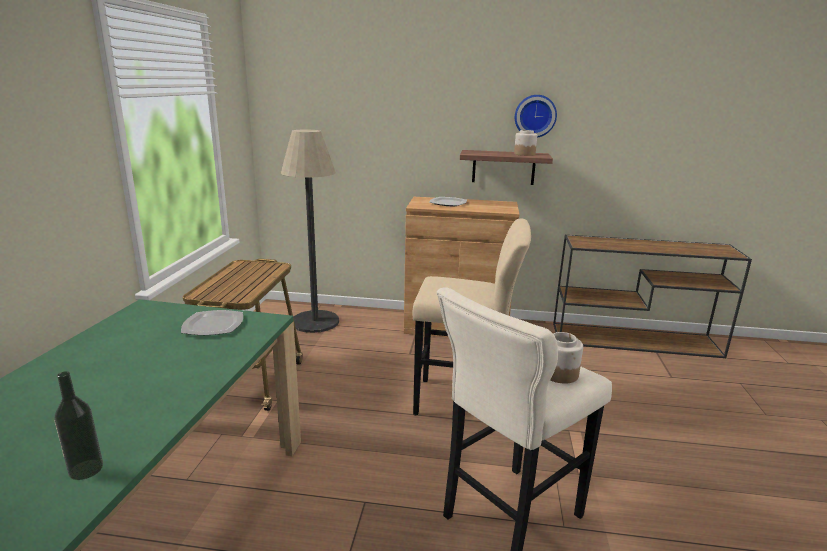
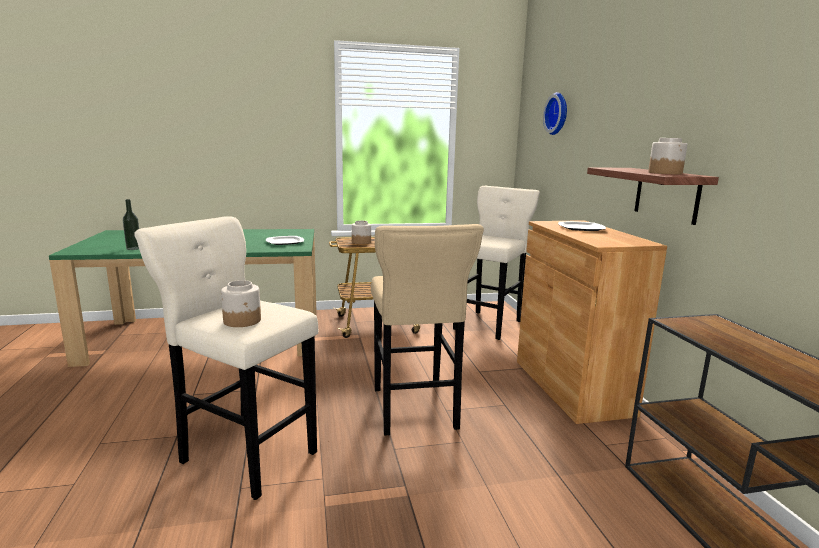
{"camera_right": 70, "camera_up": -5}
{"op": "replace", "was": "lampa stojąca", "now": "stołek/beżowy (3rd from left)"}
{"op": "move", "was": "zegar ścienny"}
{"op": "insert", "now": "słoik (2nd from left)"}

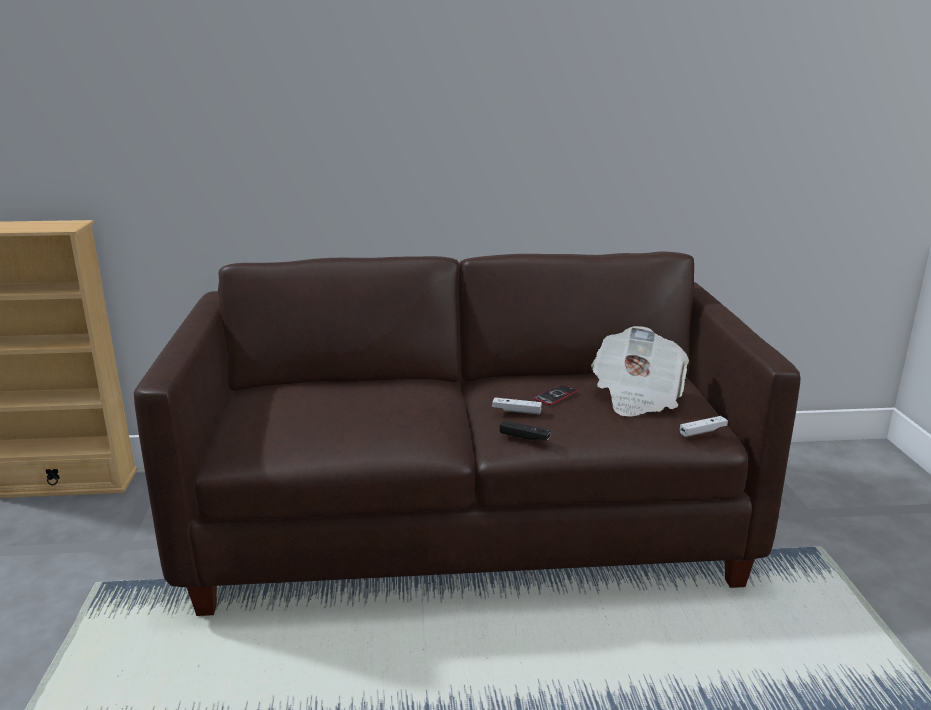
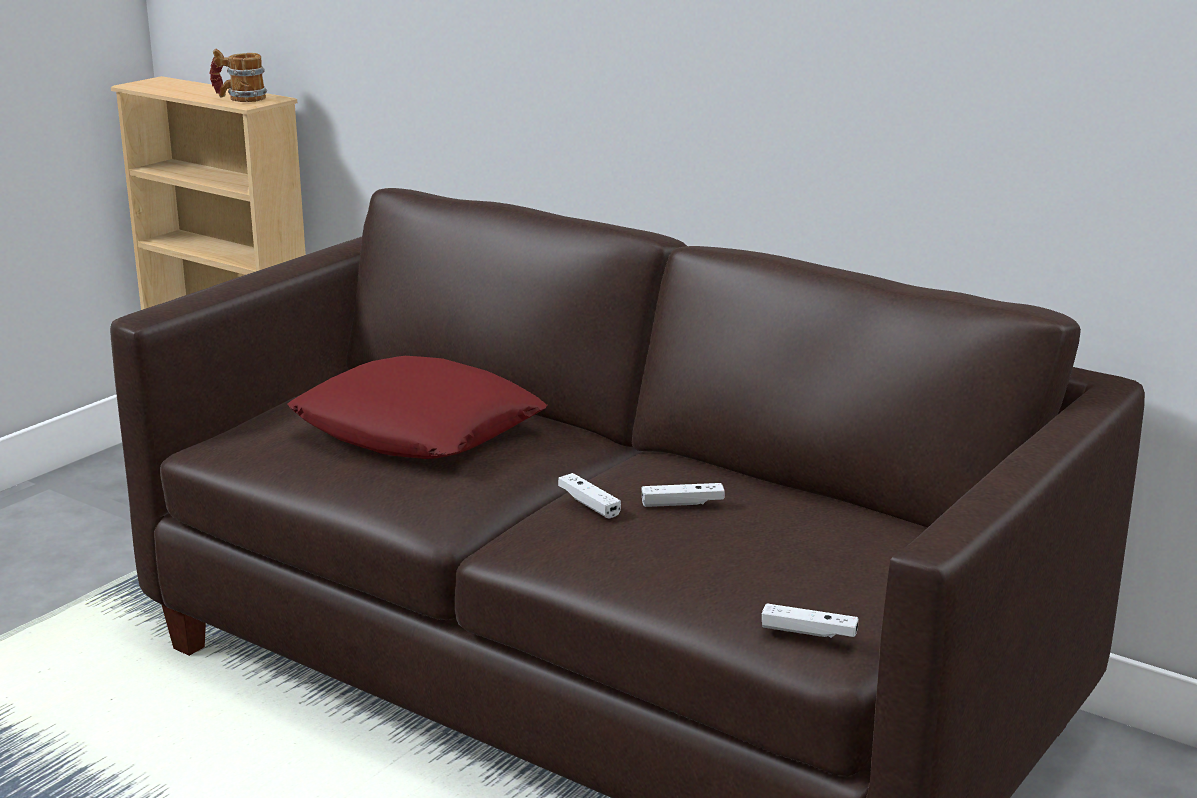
{"camera_right": 40, "camera_up": 0}
{"op": "delete", "was": "pad do gier/czarny"}
{"op": "replace", "was": "telefon", "now": "pad do gier/biały (2nd from left)"}
{"op": "delete", "was": "gazeta"}
{"op": "insert", "now": "kubek"}
{"op": "insert", "now": "poduszka/czerwony"}

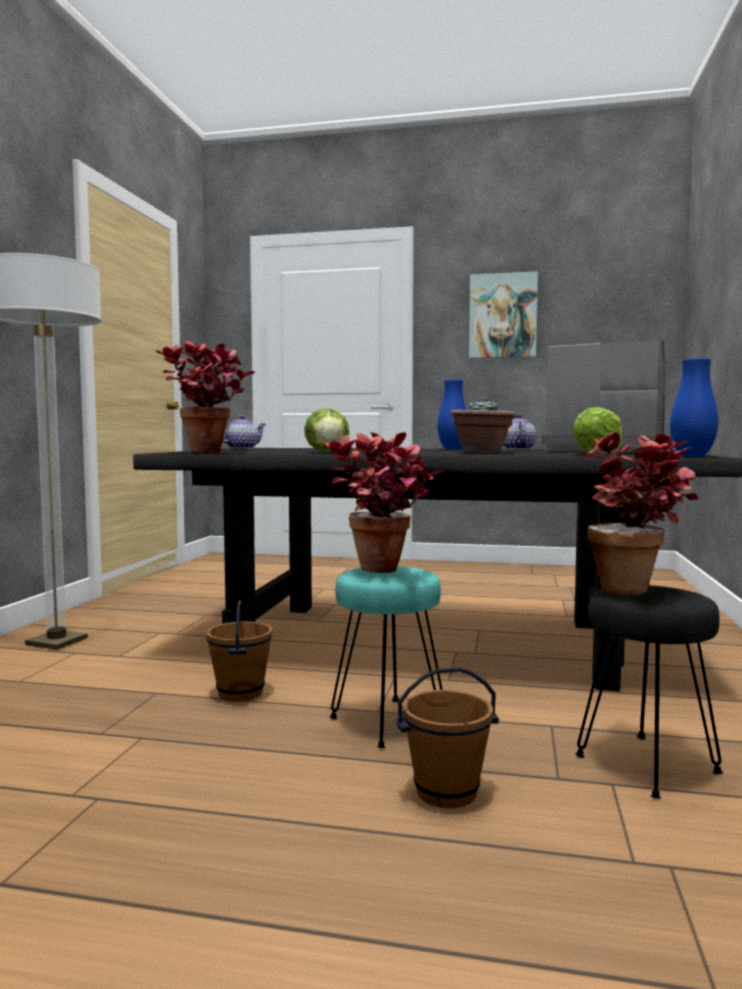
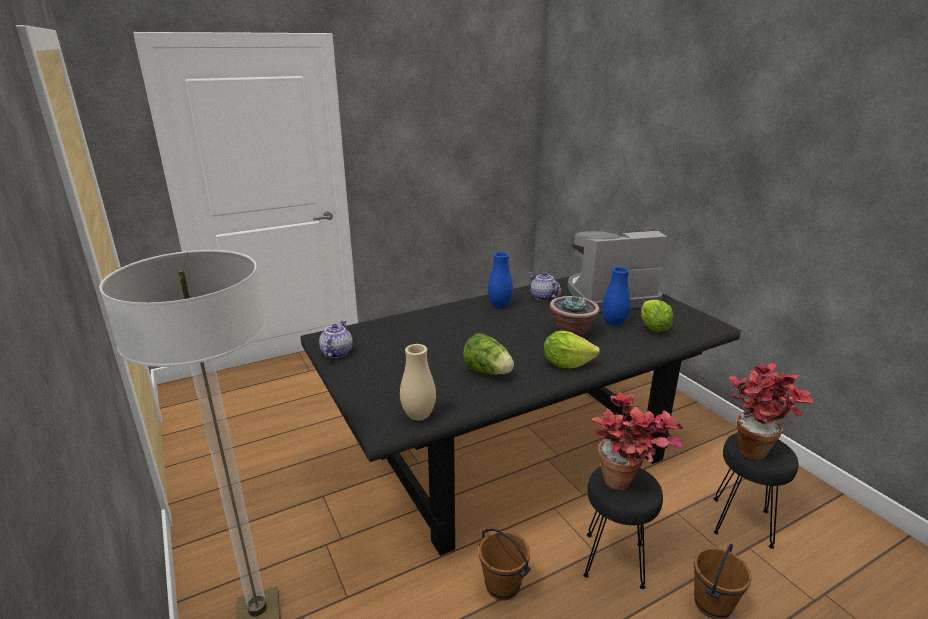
{"camera_right": -40, "camera_up": 20}
{"op": "replace", "was": "roślina doniczkowa (1st from left)", "now": "wazon/beżowy"}
{"op": "recolor", "was": "stołek/turkusowy", "now": "stołek/czarny (1st from left)"}
{"op": "delete", "was": "obraz"}
{"op": "move", "was": "wazon/niebieski (2nd from left)"}
{"op": "insert", "now": "sałata (2nd from left)"}

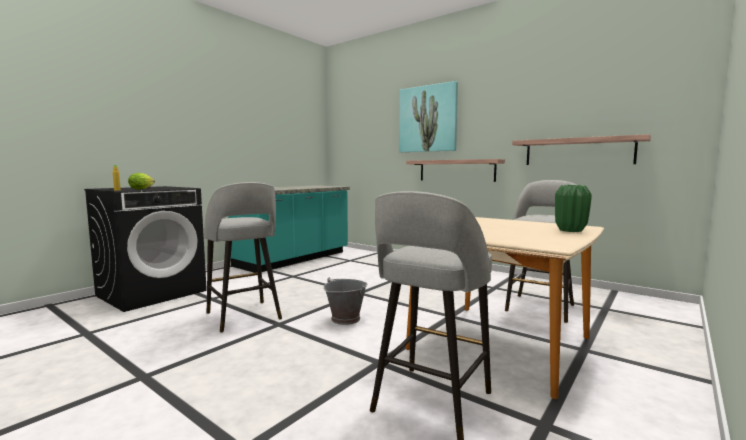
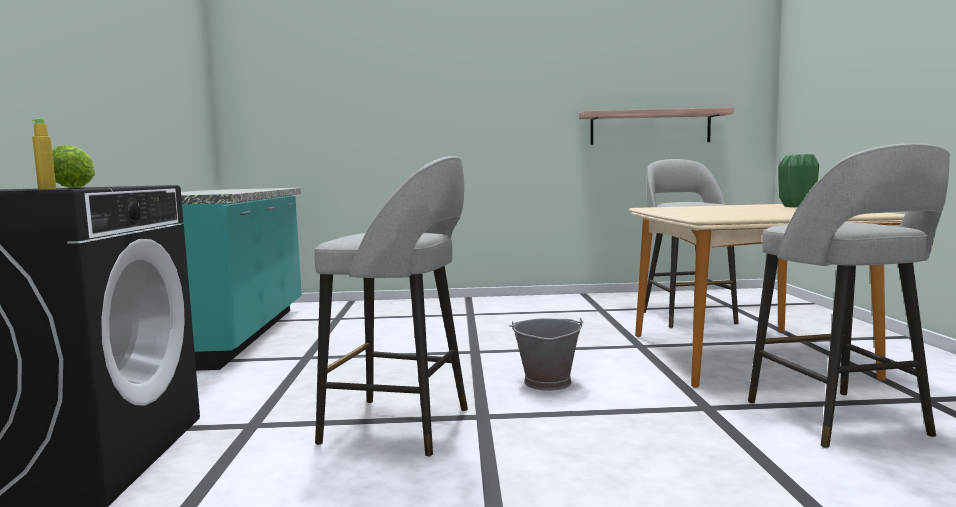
{"camera_right": -40, "camera_up": 0}
{"op": "delete", "was": "obraz"}
{"op": "delete", "was": "półka (1st from left)"}

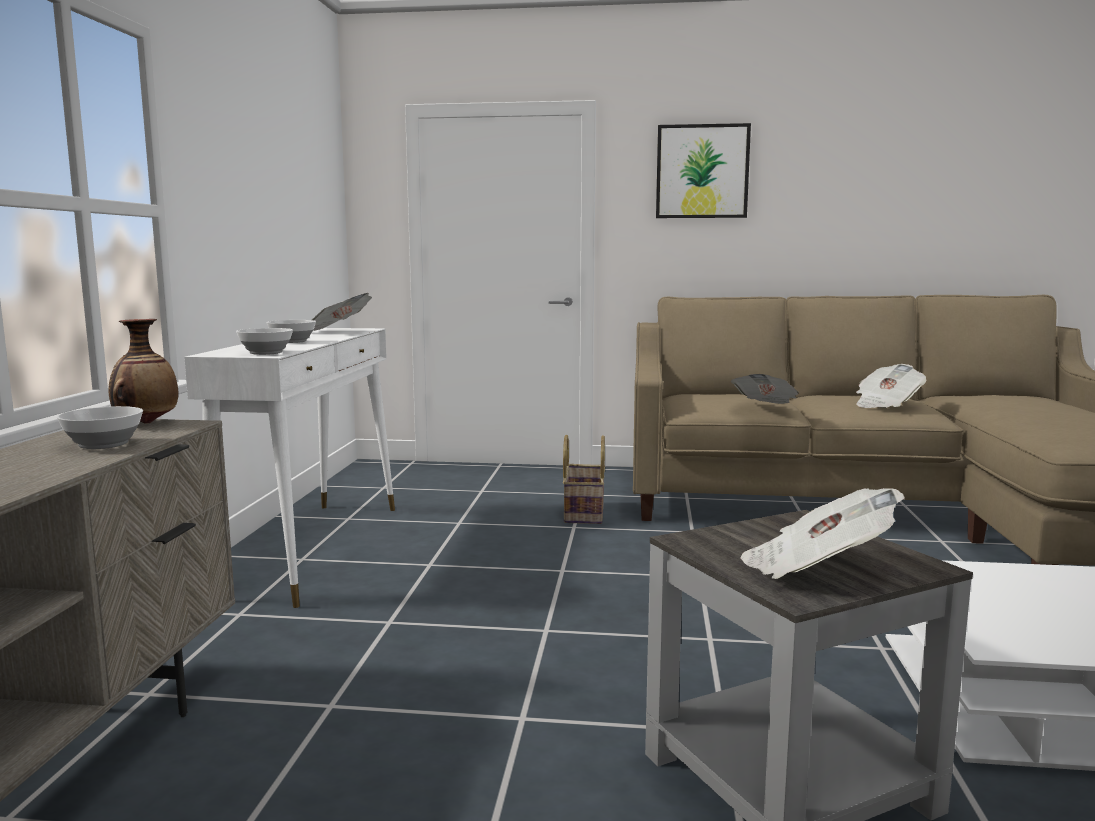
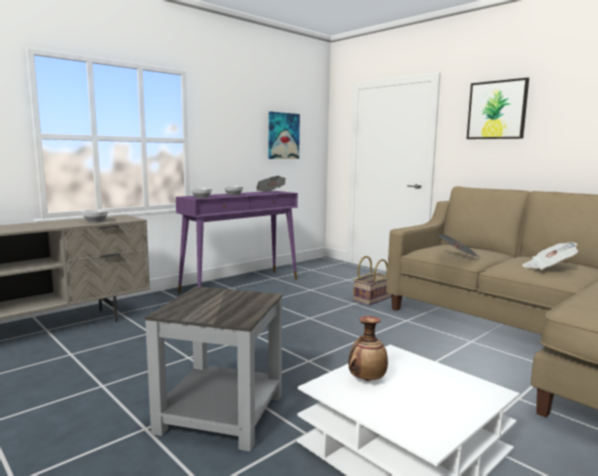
{"camera_right": 40, "camera_up": 0}
{"op": "move", "was": "wazon"}
{"op": "recolor", "was": "stolik konsolowy/biały", "now": "stolik konsolowy/fioletowy"}
{"op": "delete", "was": "gazeta (3rd from left)"}
{"op": "insert", "now": "obraz (1st from left)"}

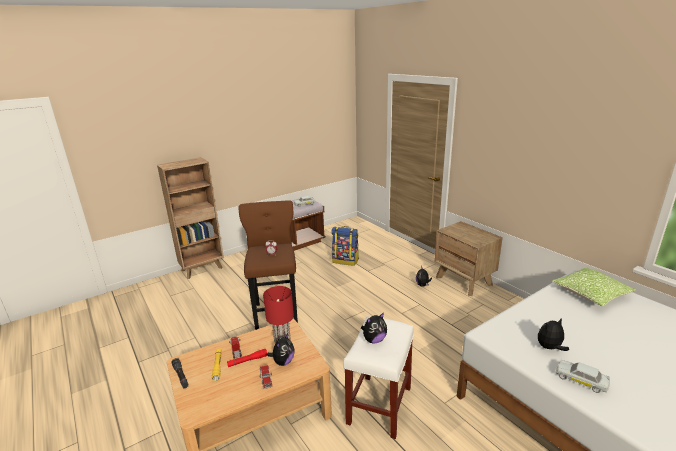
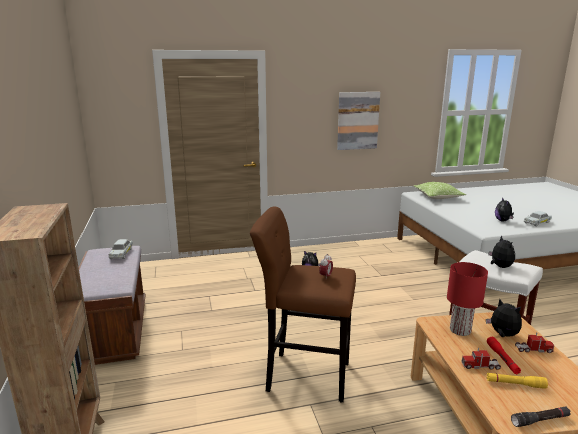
{"camera_right": -70, "camera_up": -5}
{"op": "delete", "was": "plecak"}
{"op": "delete", "was": "szafka nocna/brązowy"}
{"op": "insert", "now": "obraz"}

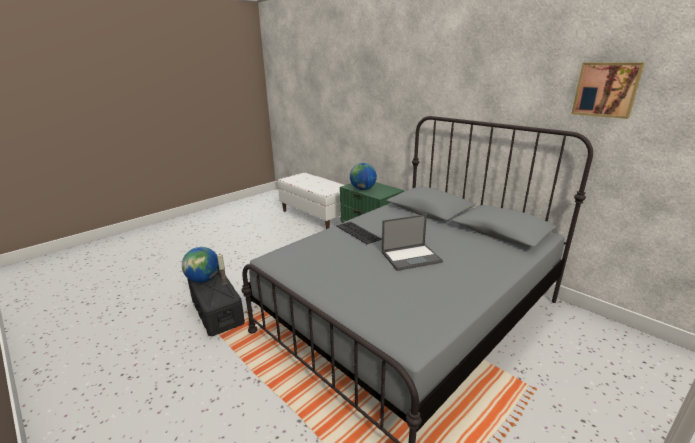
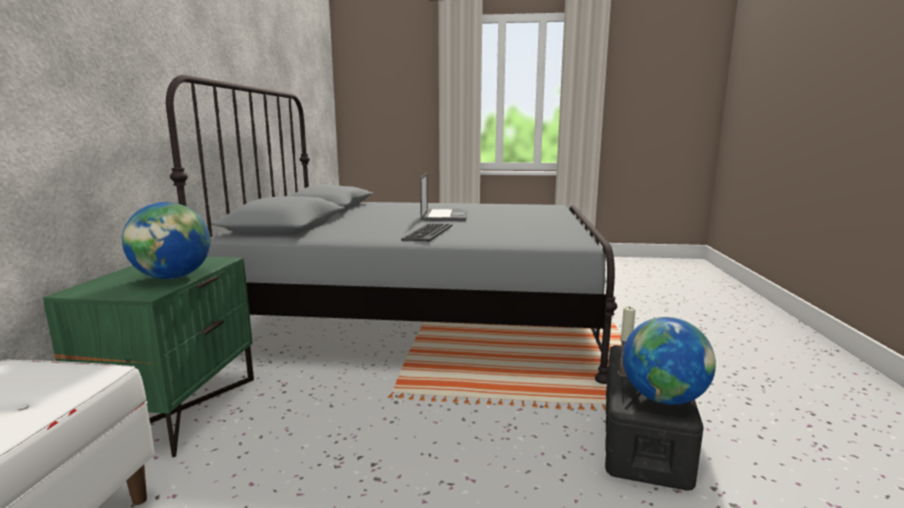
{"camera_right": -130, "camera_up": -10}
{"op": "rotate", "was": "laptop", "clockwise": 60}
{"op": "delete", "was": "obraz"}

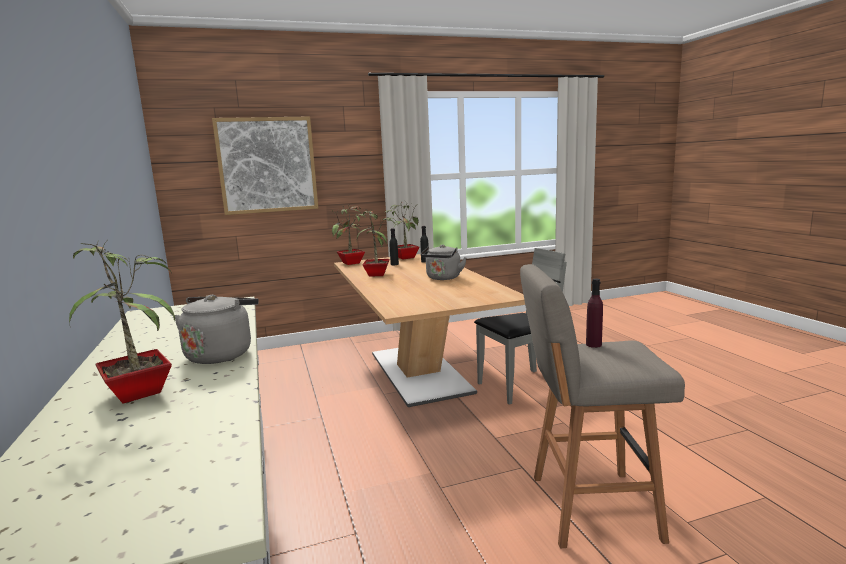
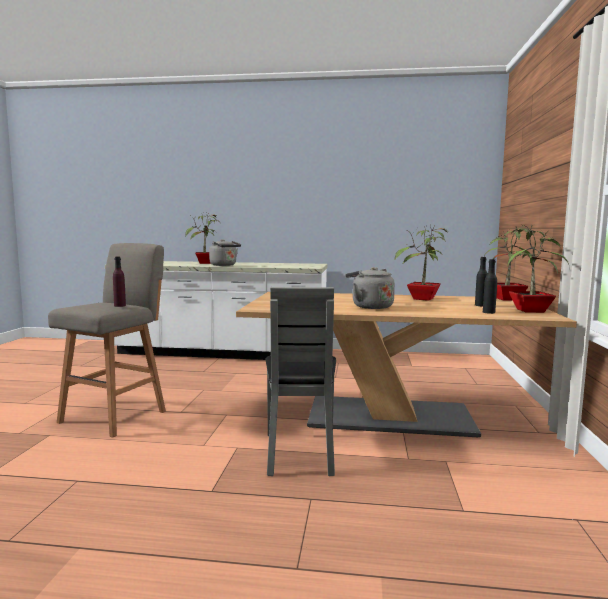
{"camera_right": 115, "camera_up": -5}
{"op": "delete", "was": "obraz"}

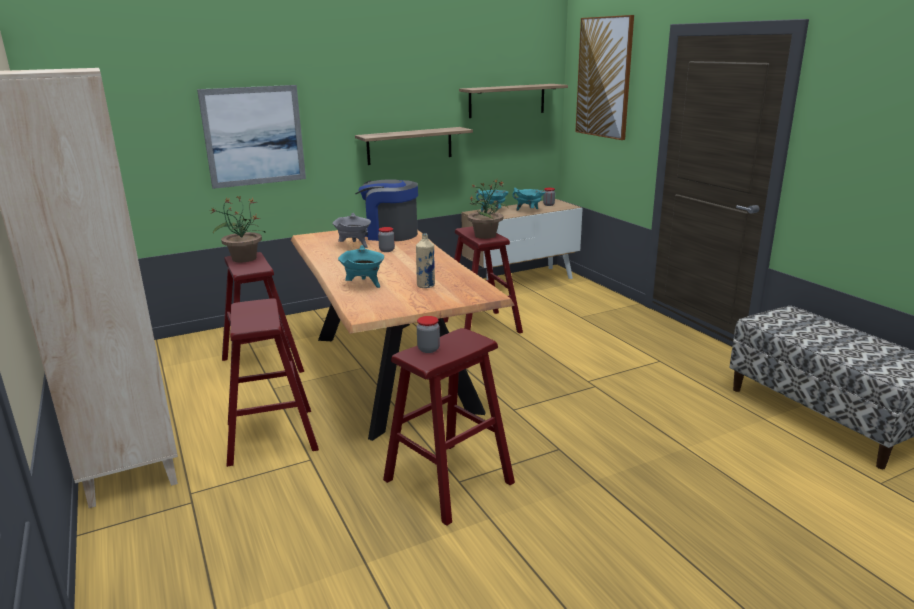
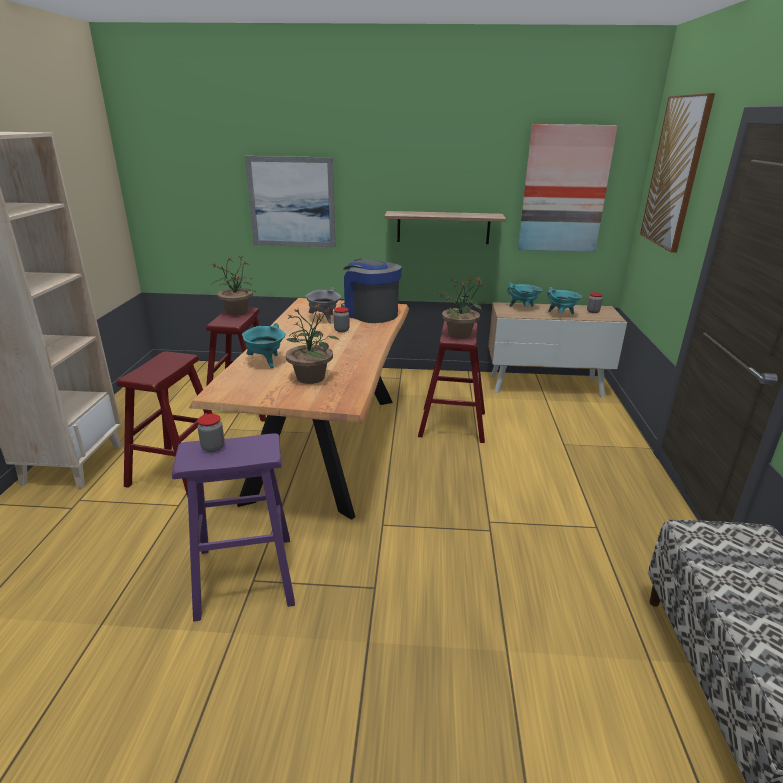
{"camera_right": 30, "camera_up": 5}
{"op": "recolor", "was": "stołek/czerwony (3rd from left)", "now": "stołek/fioletowy"}
{"op": "replace", "was": "butelka/beżowy", "now": "roślina doniczkowa (2nd from left)"}
{"op": "replace", "was": "półka (2nd from left)", "now": "obraz (2nd from left)"}

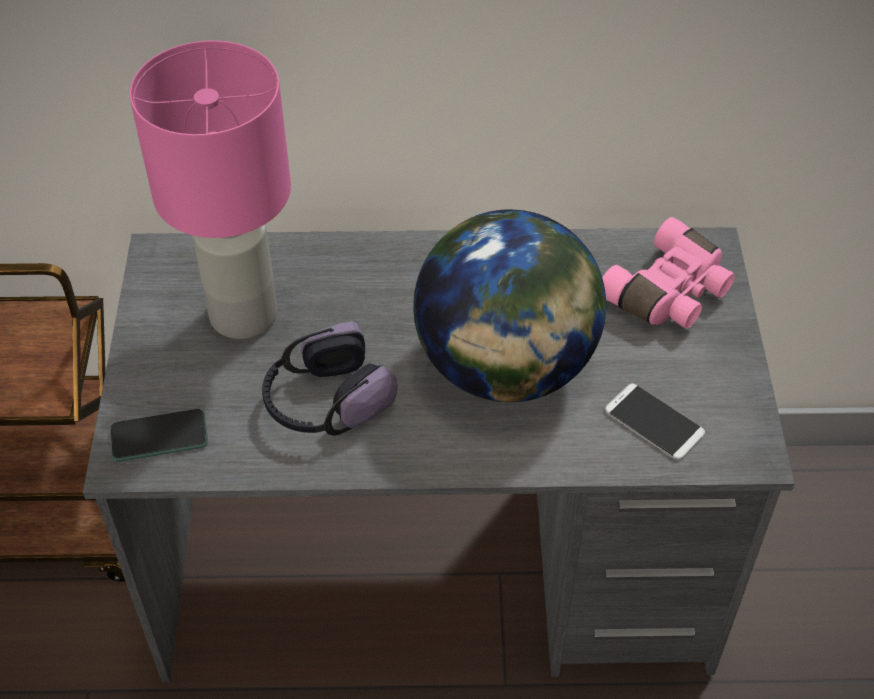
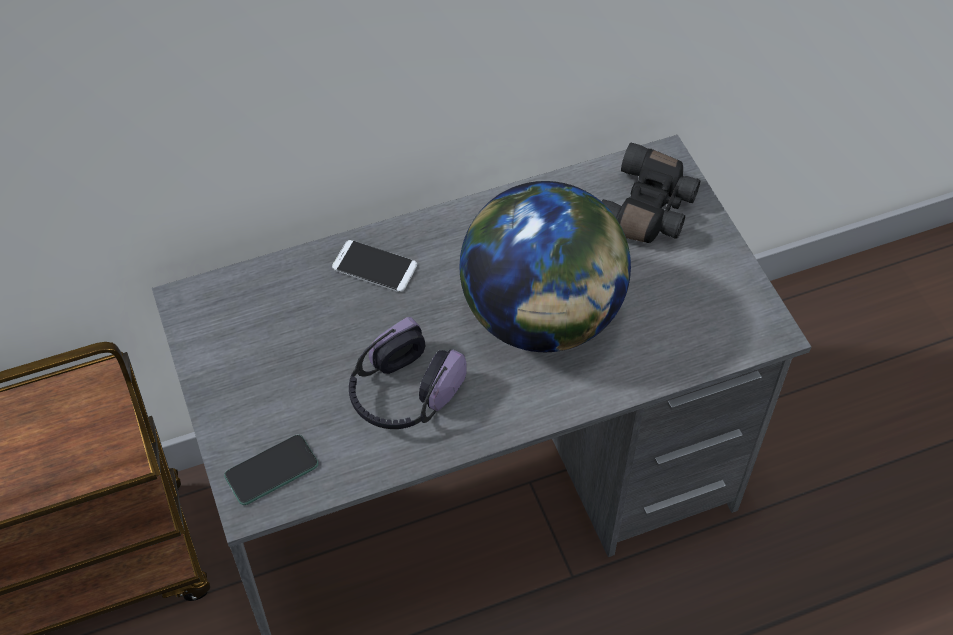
{"camera_right": -20, "camera_up": 5}
{"op": "delete", "was": "lampa stołowa/różowy"}
{"op": "recolor", "was": "lornetka/różowy", "now": "lornetka/czarny"}
{"op": "move", "was": "telefon (2nd from left)"}

